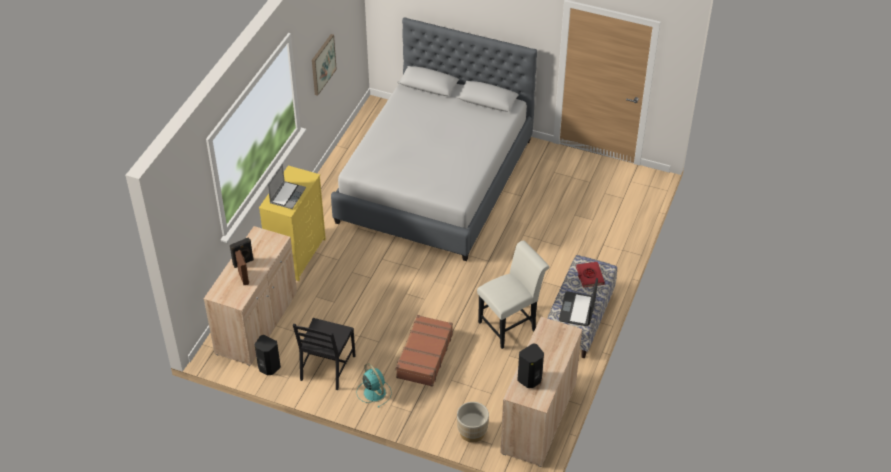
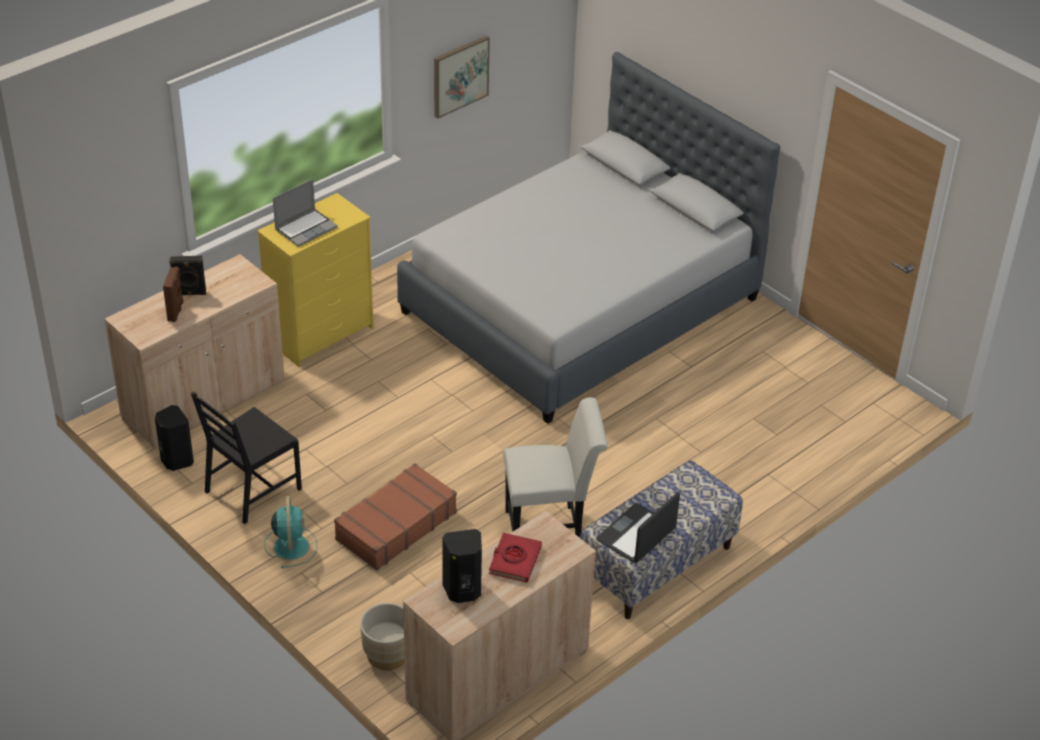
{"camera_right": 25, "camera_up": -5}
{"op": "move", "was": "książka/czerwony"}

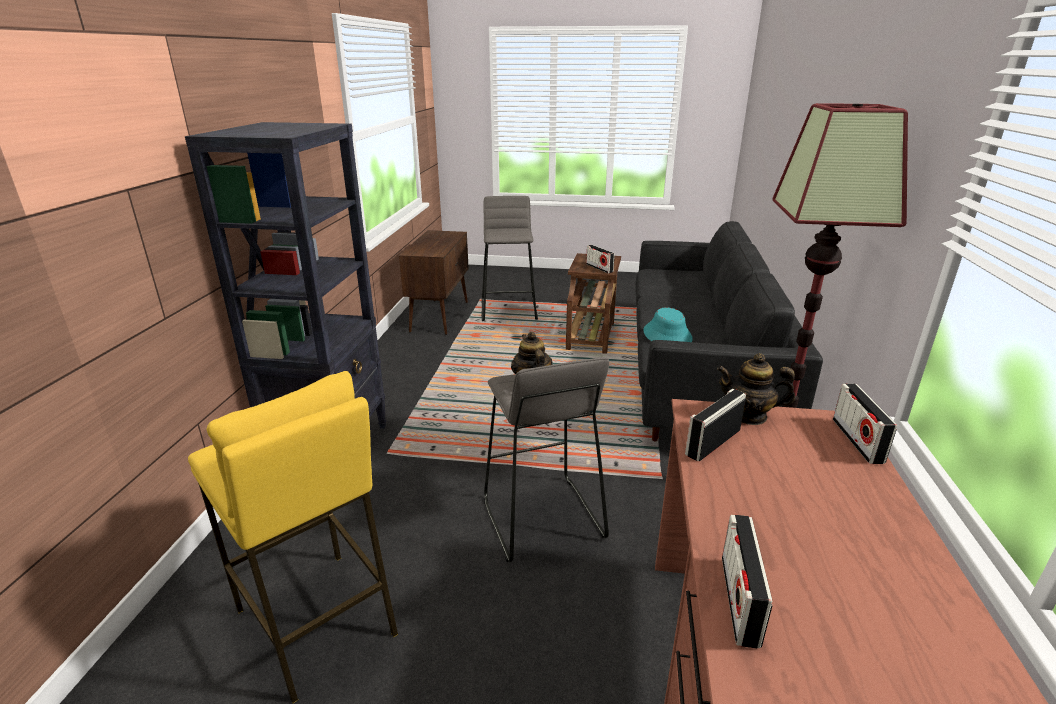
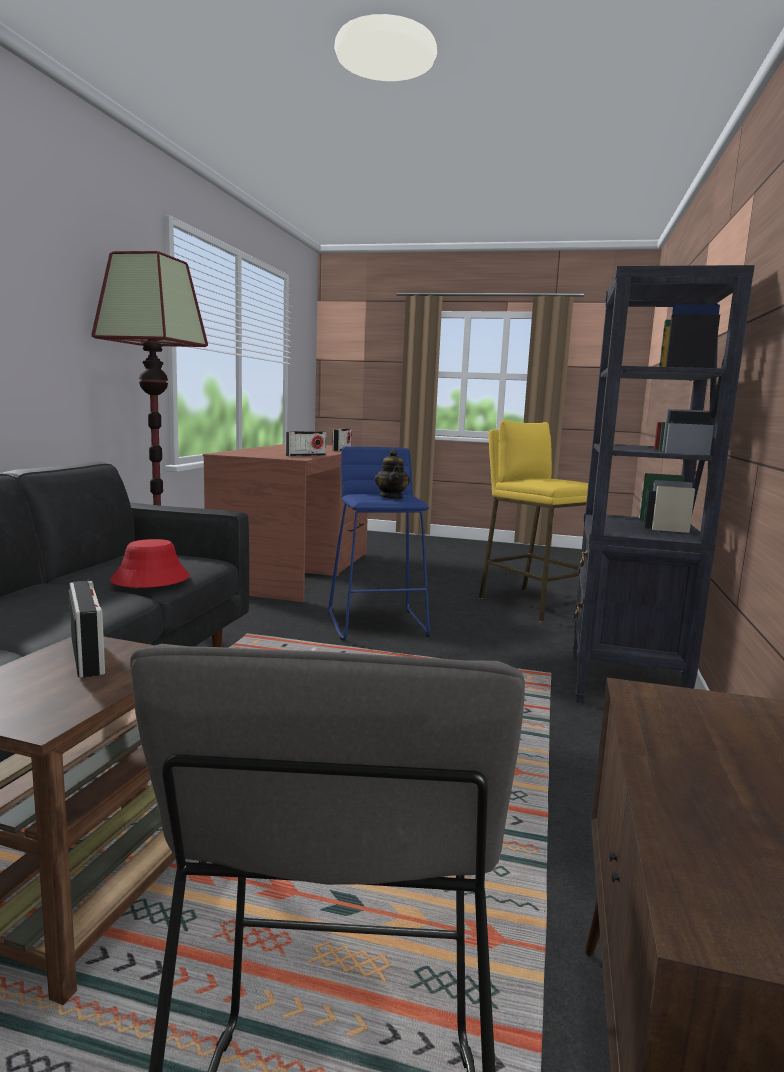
{"camera_right": -175, "camera_up": -15}
{"op": "recolor", "was": "stołek/szary (2nd from left)", "now": "stołek/niebieski"}
{"op": "recolor", "was": "kapelusz/turkusowy", "now": "kapelusz/czerwony"}
{"op": "delete", "was": "imbryk (2nd from left)"}
{"op": "delete", "was": "radio (4th from left)"}

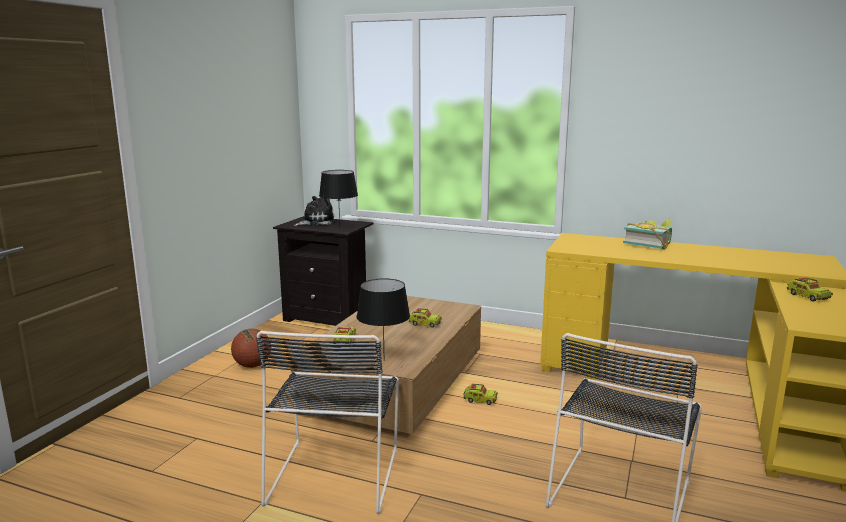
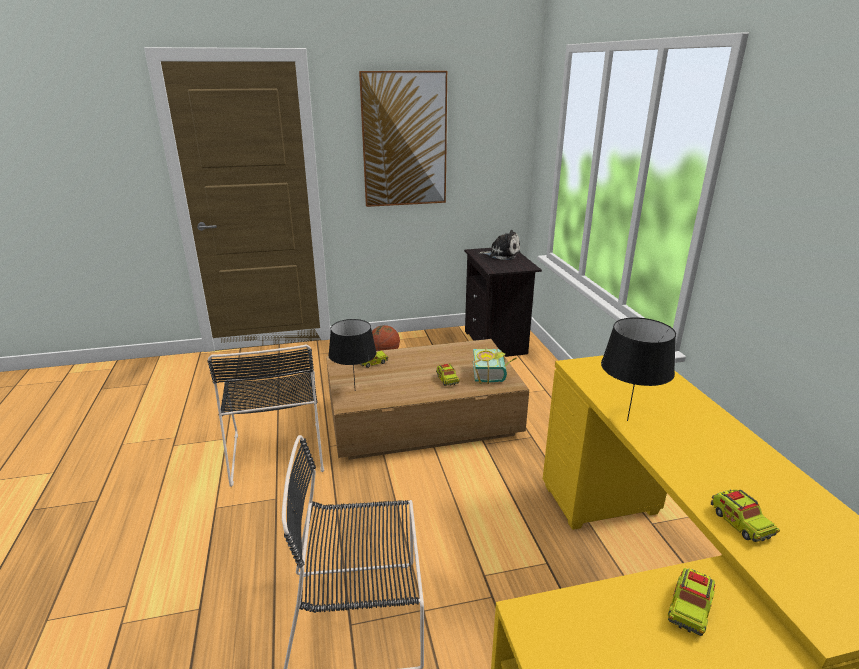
{"camera_right": 55, "camera_up": 10}
{"op": "rotate", "was": "krzesło/czarny (1st from left)", "clockwise": -75}
{"op": "move", "was": "lampa stołowa/czarny (1st from left in the first image)", "now": "lampa stołowa/czarny (2nd from left)"}
{"op": "move", "was": "ciężarówka zabawkowa (3rd from left in the first image)", "now": "ciężarówka zabawkowa (4th from left)"}
{"op": "move", "was": "książka"}
{"op": "insert", "now": "obraz"}

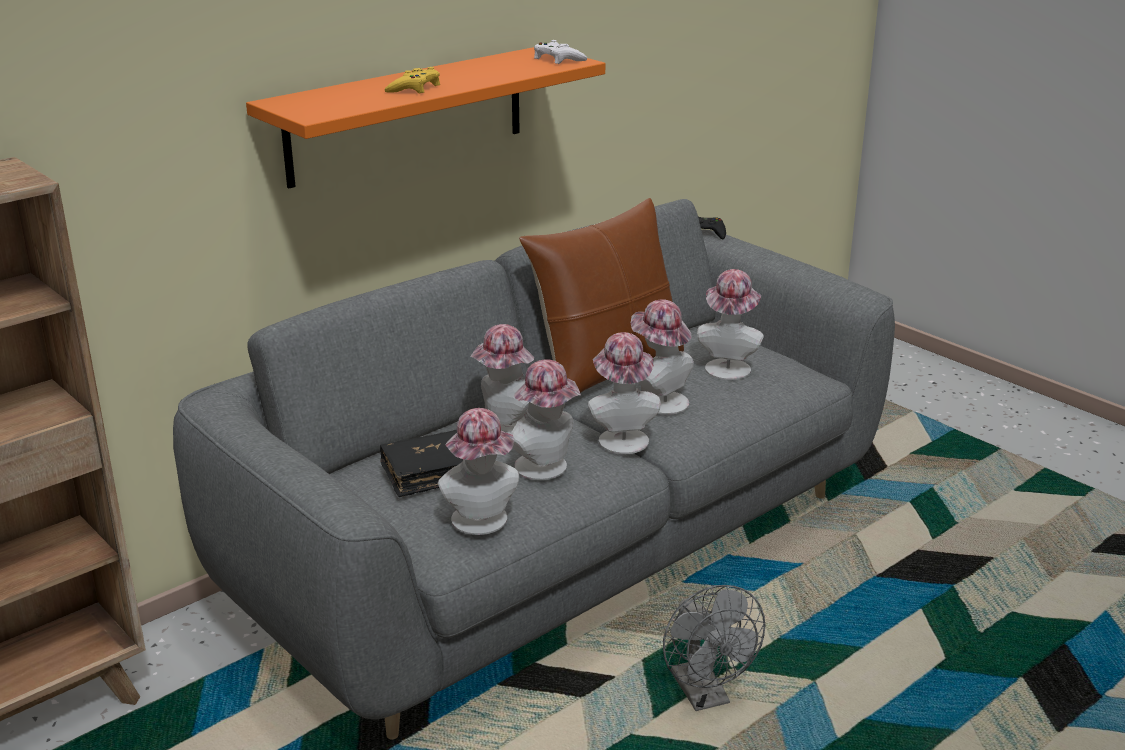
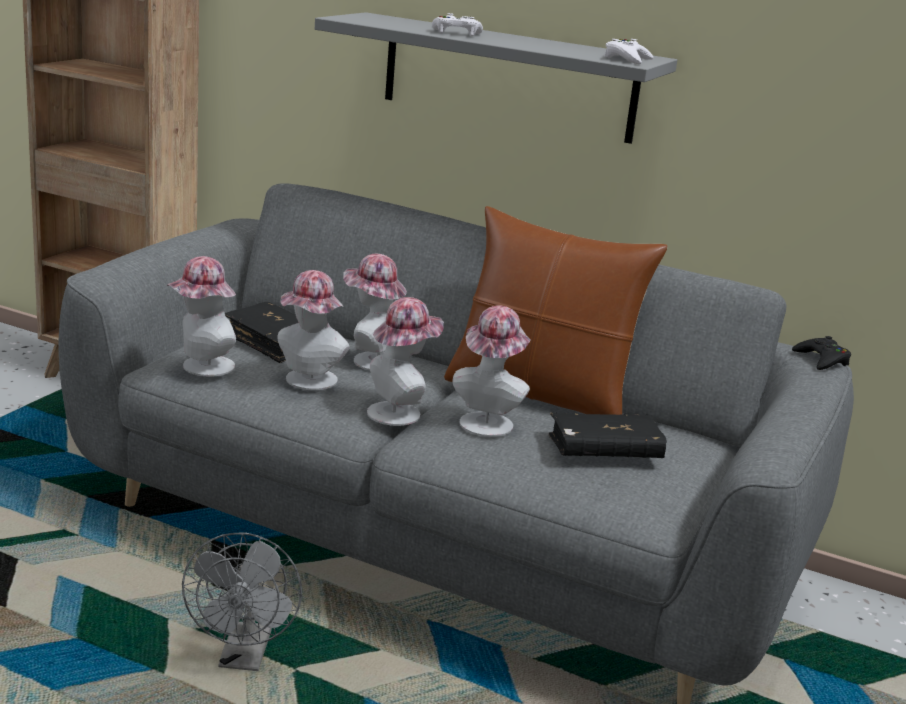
{"camera_right": 65, "camera_up": -5}
{"op": "recolor", "was": "półka/pomarańczowy", "now": "półka/szary"}
{"op": "recolor", "was": "pad do gier/żółty", "now": "pad do gier/biały (1st from left)"}
{"op": "rotate", "was": "wentylator/szary", "clockwise": -45}
{"op": "replace", "was": "kapelusz (6th from left)", "now": "książka/czarny (2nd from left)"}

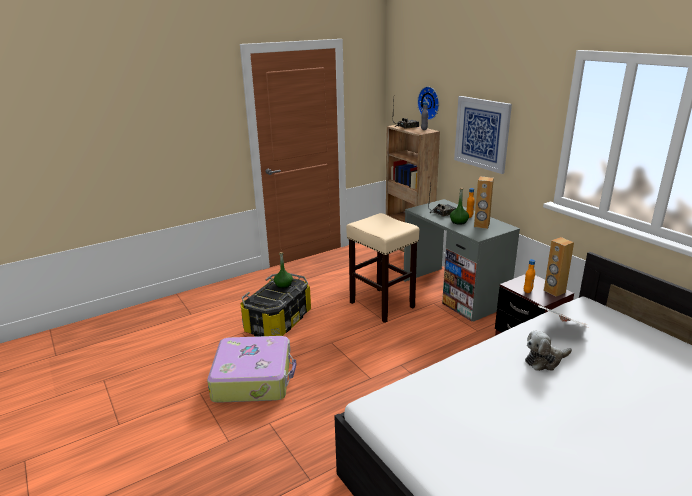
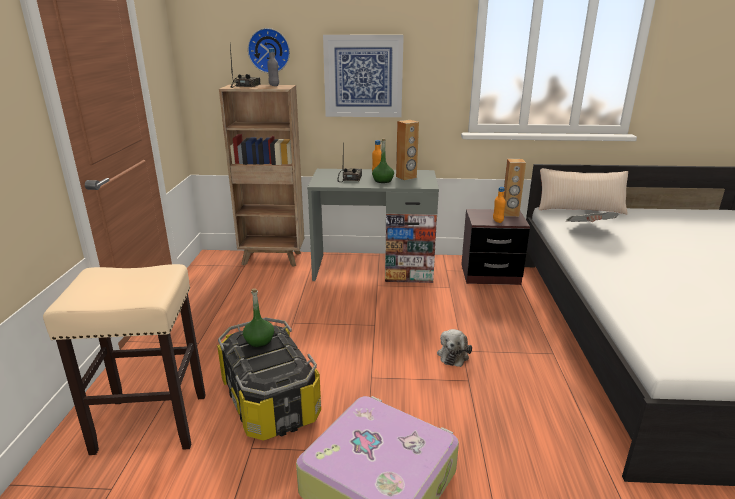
{"camera_right": -55, "camera_up": 0}
{"op": "move", "was": "stołek/beżowy"}
{"op": "move", "was": "pluszak"}
{"op": "insert", "now": "poduszka/beżowy"}

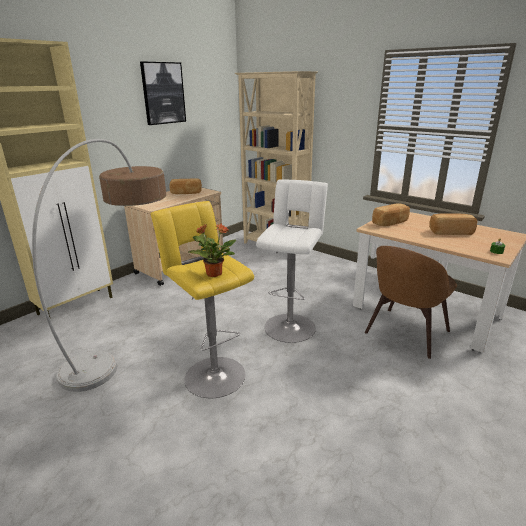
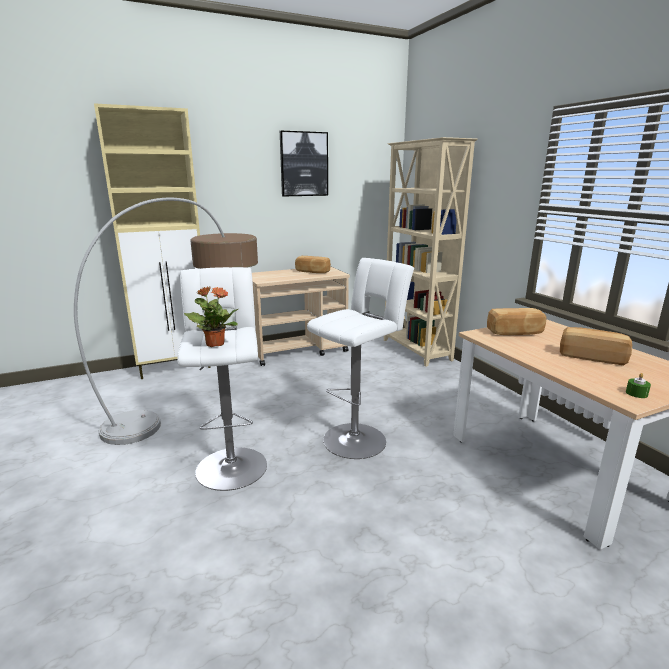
{"camera_right": 25, "camera_up": -5}
{"op": "recolor", "was": "stołek/żółty", "now": "stołek/biały (1st from left)"}
{"op": "delete", "was": "krzesło/brązowy"}

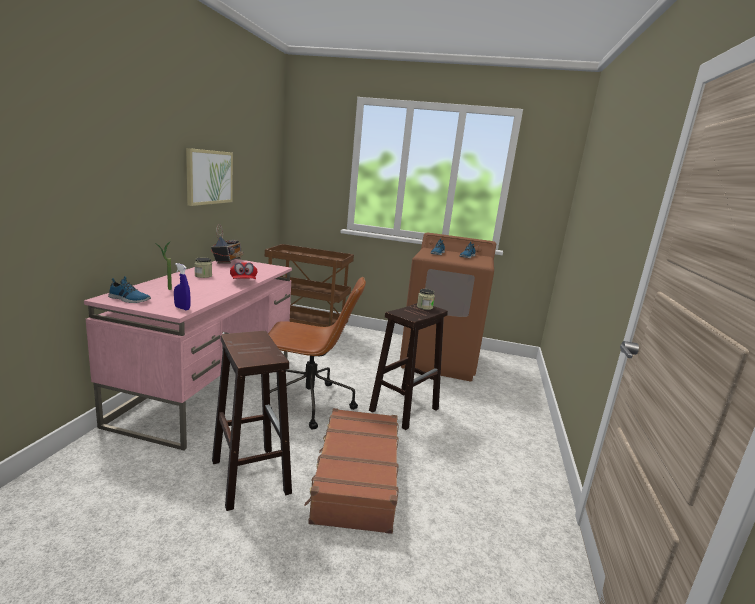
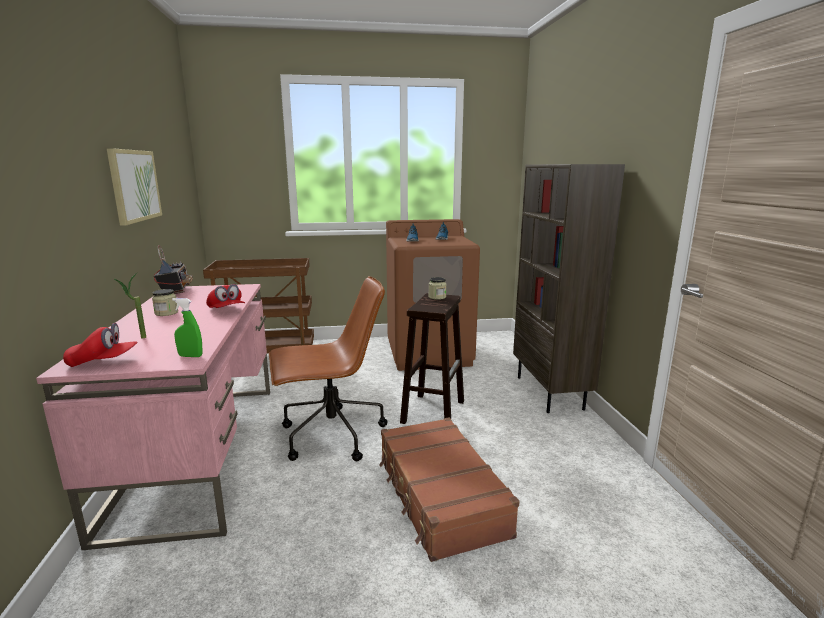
{"camera_right": -20, "camera_up": 0}
{"op": "replace", "was": "but (1st from left)", "now": "czapka z daszkiem/czerwony (1st from left)"}
{"op": "recolor", "was": "spryskiwacz/niebieski", "now": "spryskiwacz/zielony"}
{"op": "delete", "was": "stołek/brązowy (1st from left)"}
{"op": "insert", "now": "regał/brązowy"}

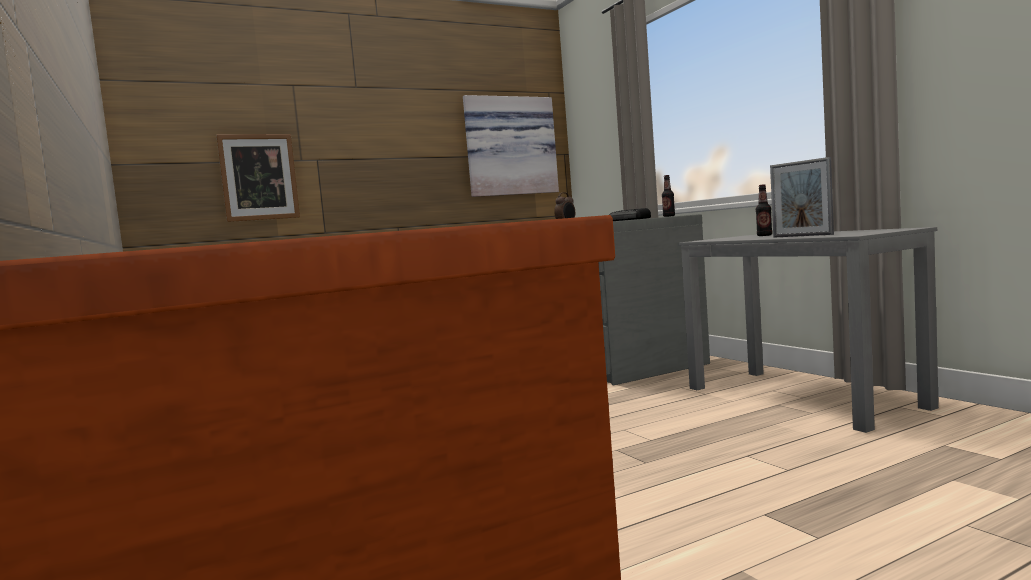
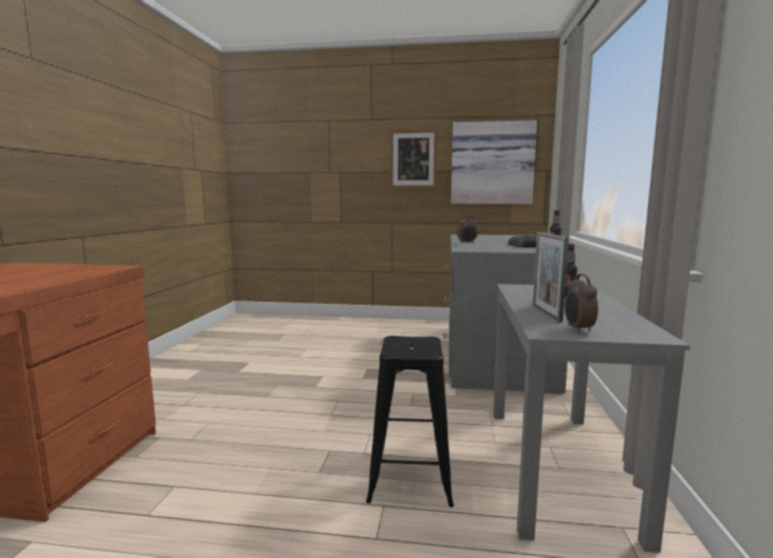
{"camera_right": 35, "camera_up": 5}
{"op": "move", "was": "obraz (1st from left)"}
{"op": "insert", "now": "stołek/czarny"}
{"op": "insert", "now": "budzik (2nd from left)"}

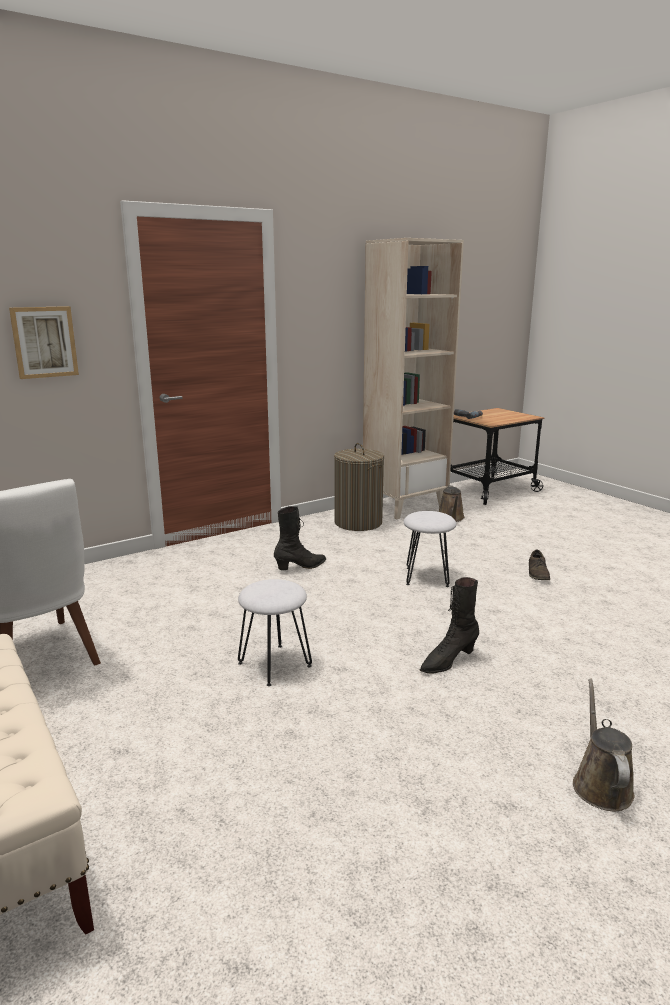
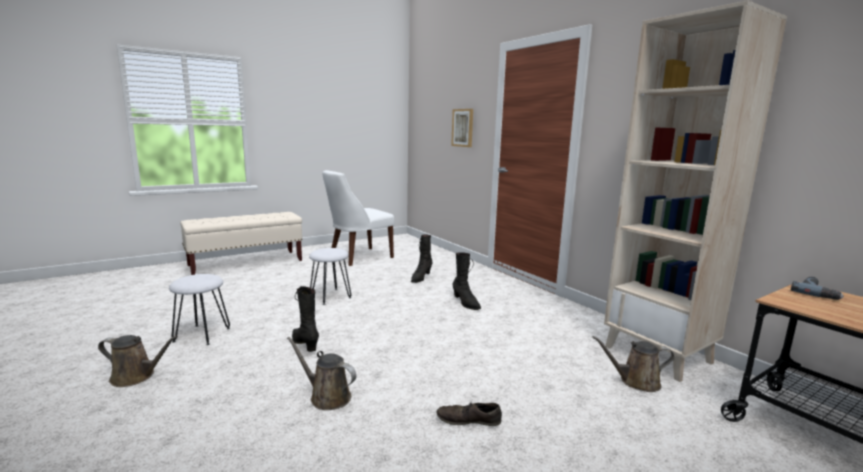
{"camera_right": 90, "camera_up": -5}
{"op": "delete", "was": "kosz na pranie"}
{"op": "move", "was": "stołek/biały (2nd from left in the first image)", "now": "stołek/biały (1st from left)"}
{"op": "insert", "now": "konewka/brązowy (2nd from left)"}
{"op": "insert", "now": "but z cholewką/czarny (2nd from left)"}

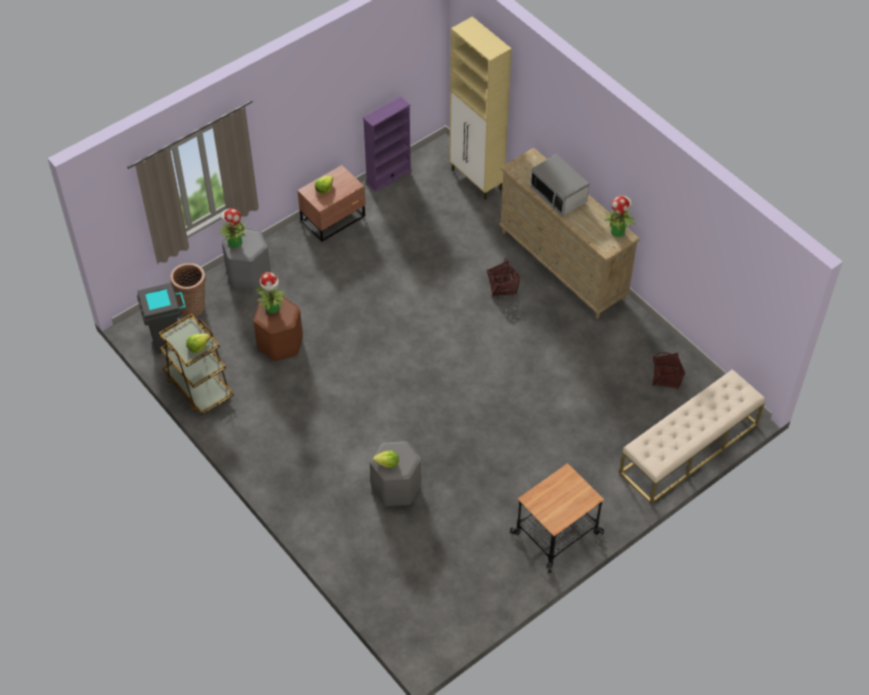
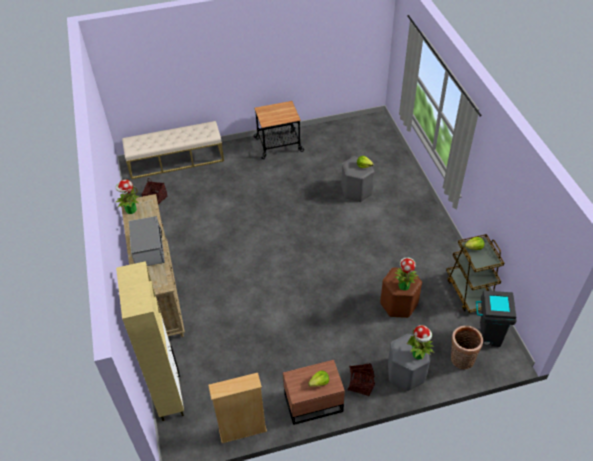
{"camera_right": -155, "camera_up": -5}
{"op": "recolor", "was": "regał/fioletowy", "now": "regał/beżowy"}
{"op": "move", "was": "koszyk (2nd from left)"}

